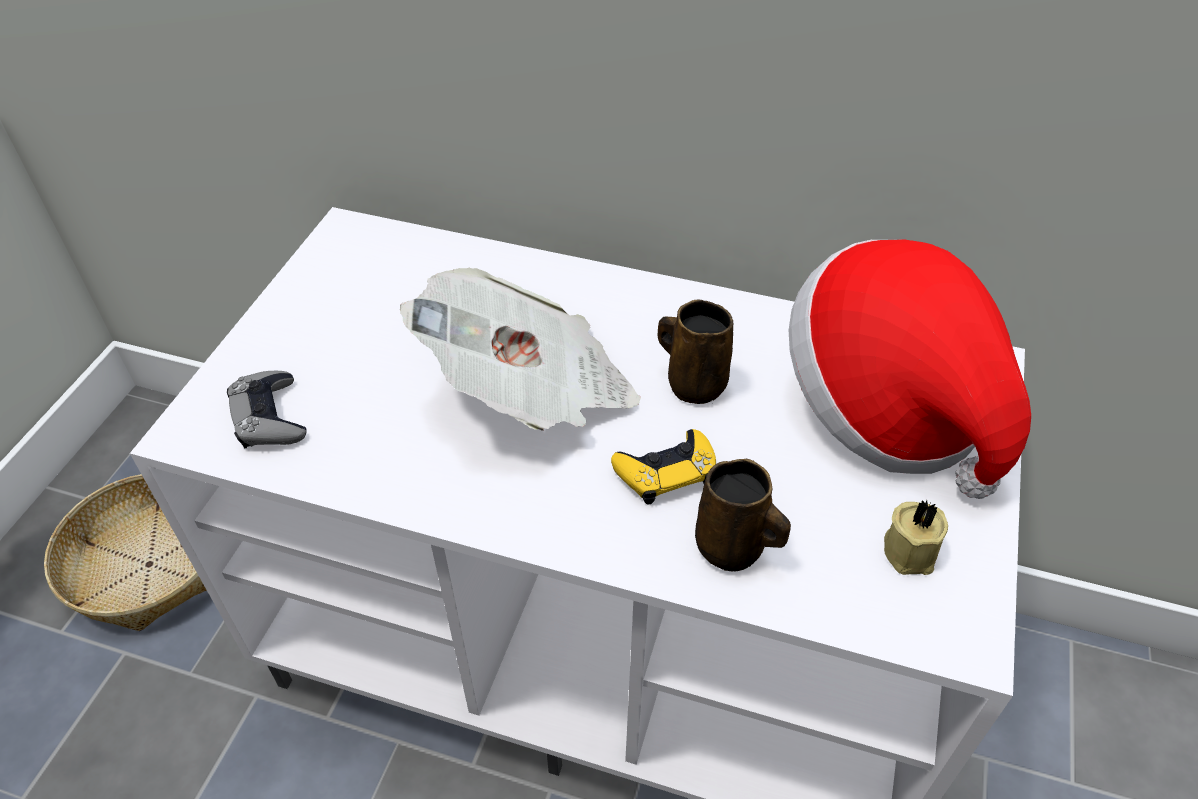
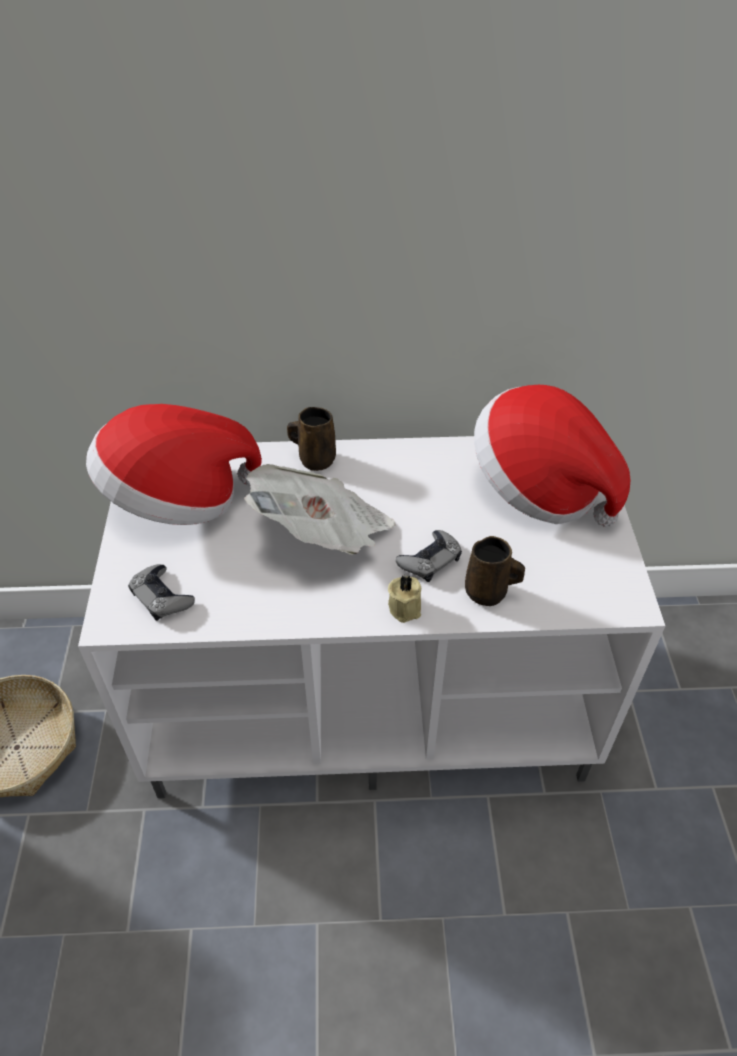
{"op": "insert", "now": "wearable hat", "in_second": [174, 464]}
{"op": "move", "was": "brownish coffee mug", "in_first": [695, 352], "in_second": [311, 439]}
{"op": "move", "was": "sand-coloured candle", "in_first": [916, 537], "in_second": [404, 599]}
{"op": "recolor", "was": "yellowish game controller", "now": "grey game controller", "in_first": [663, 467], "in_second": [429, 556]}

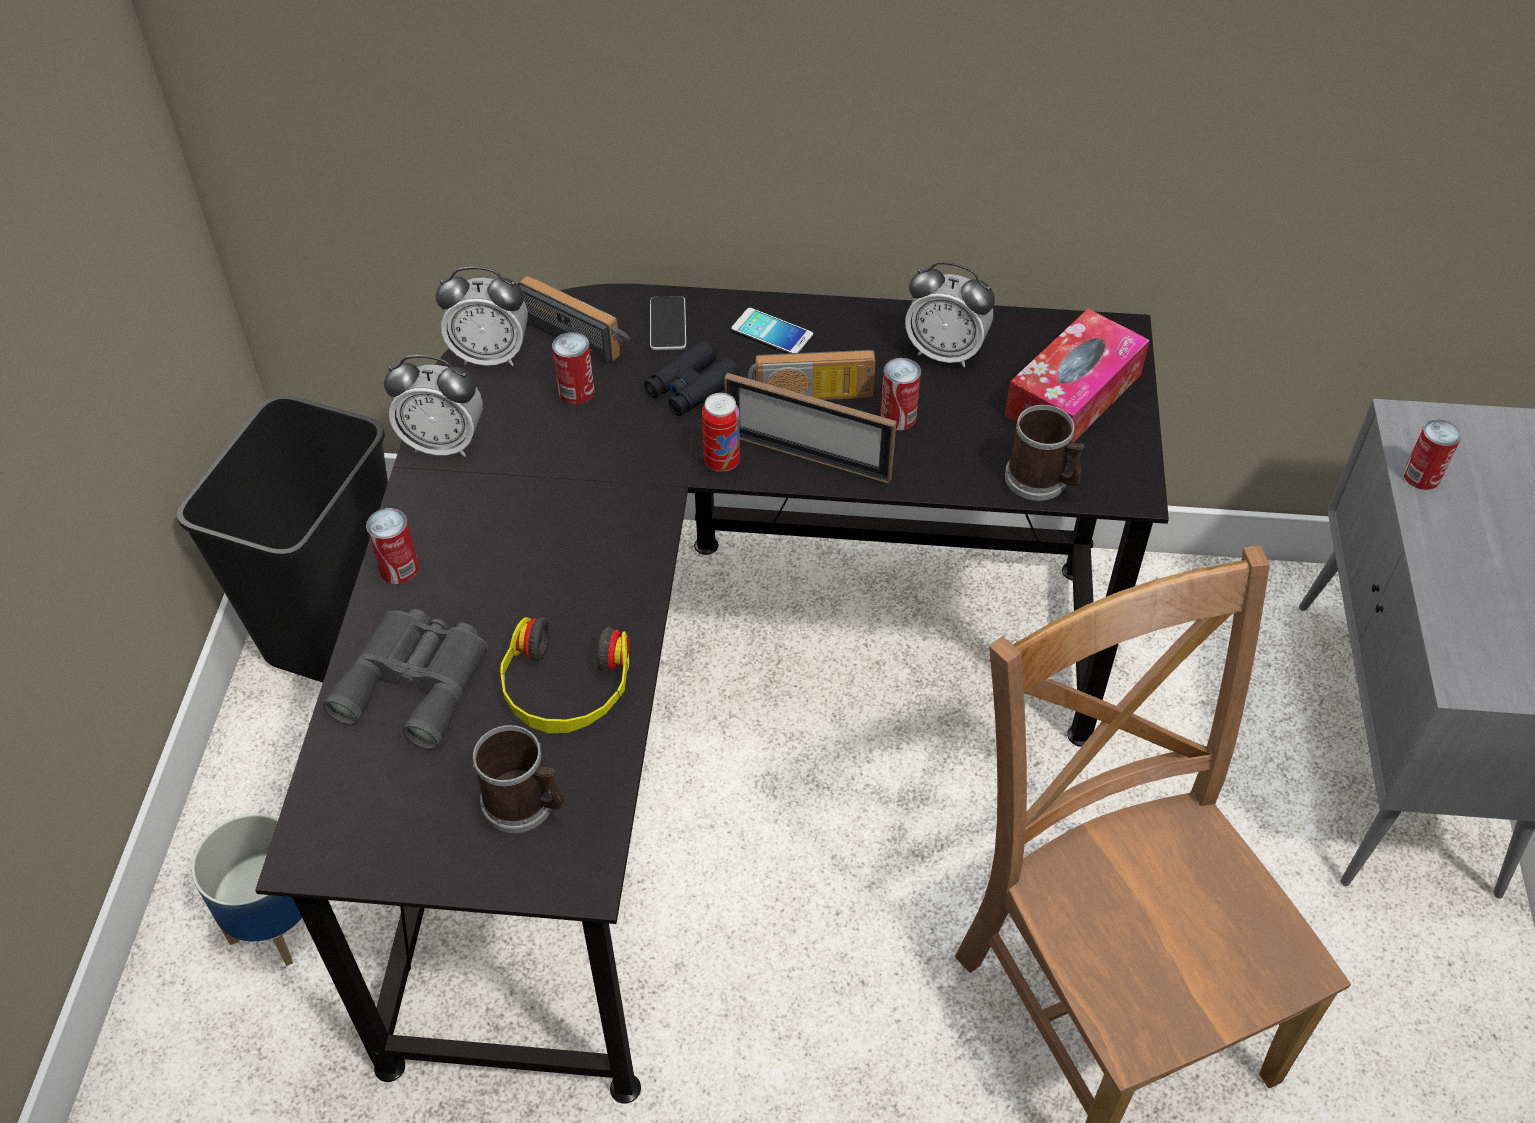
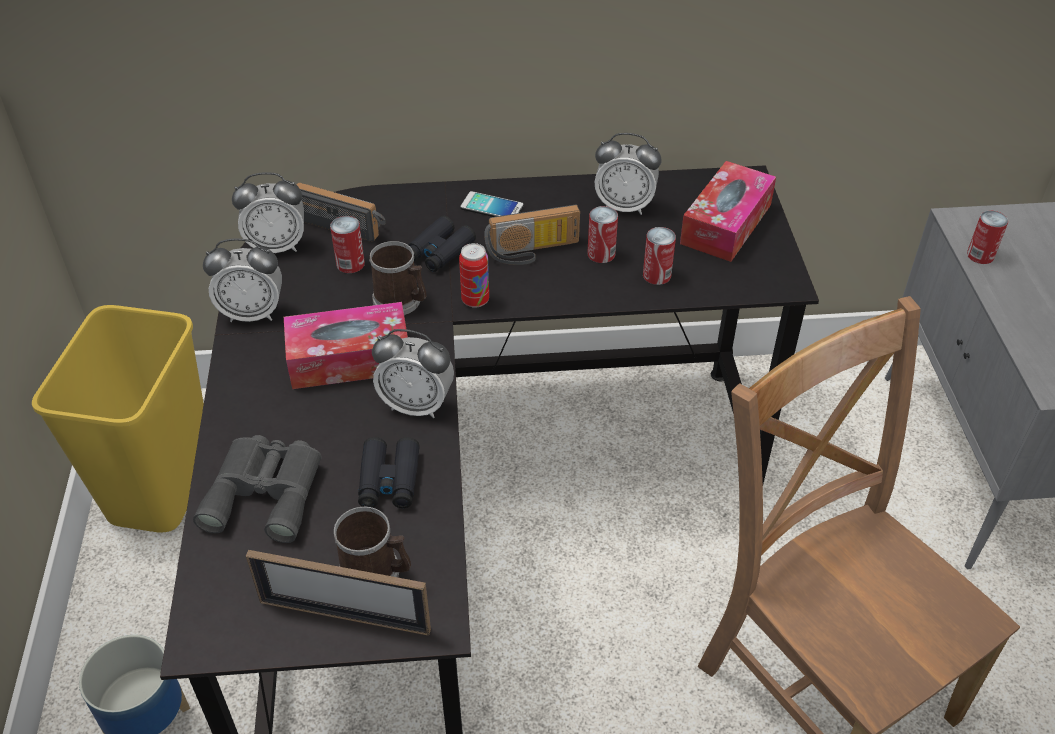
{"op": "delete", "was": "handset", "in_first": [668, 323]}
{"op": "insert", "now": "tissue holder", "in_second": [346, 345]}
{"op": "insert", "now": "table clock", "in_second": [413, 373]}
{"op": "move", "was": "sealed can", "in_first": [392, 546], "in_second": [659, 256]}
{"op": "move", "was": "standing frame", "in_first": [810, 428], "in_second": [338, 593]}
{"op": "move", "was": "coffee mug", "in_first": [1045, 453], "in_second": [398, 278]}
{"op": "replace", "was": "headset", "now": "black binoculars", "in_first": [565, 675], "in_second": [389, 472]}
{"op": "recolor", "was": "black rubbish bin", "now": "yellowish rubbish bin", "in_first": [282, 538], "in_second": [118, 419]}

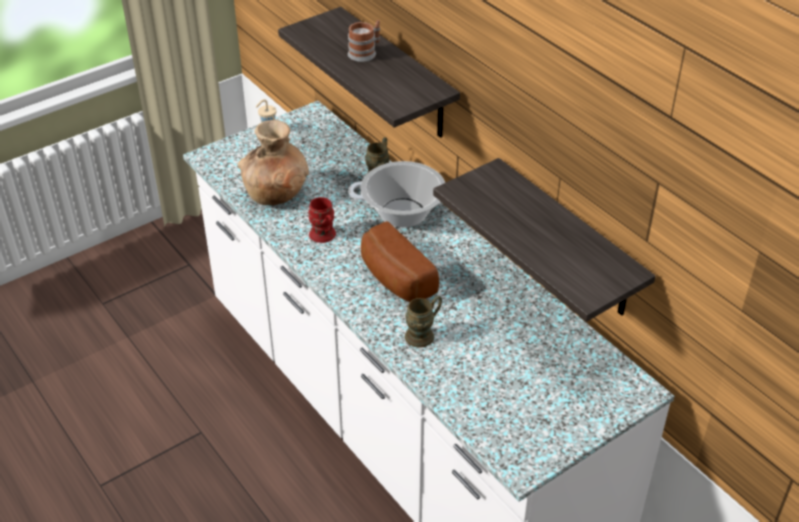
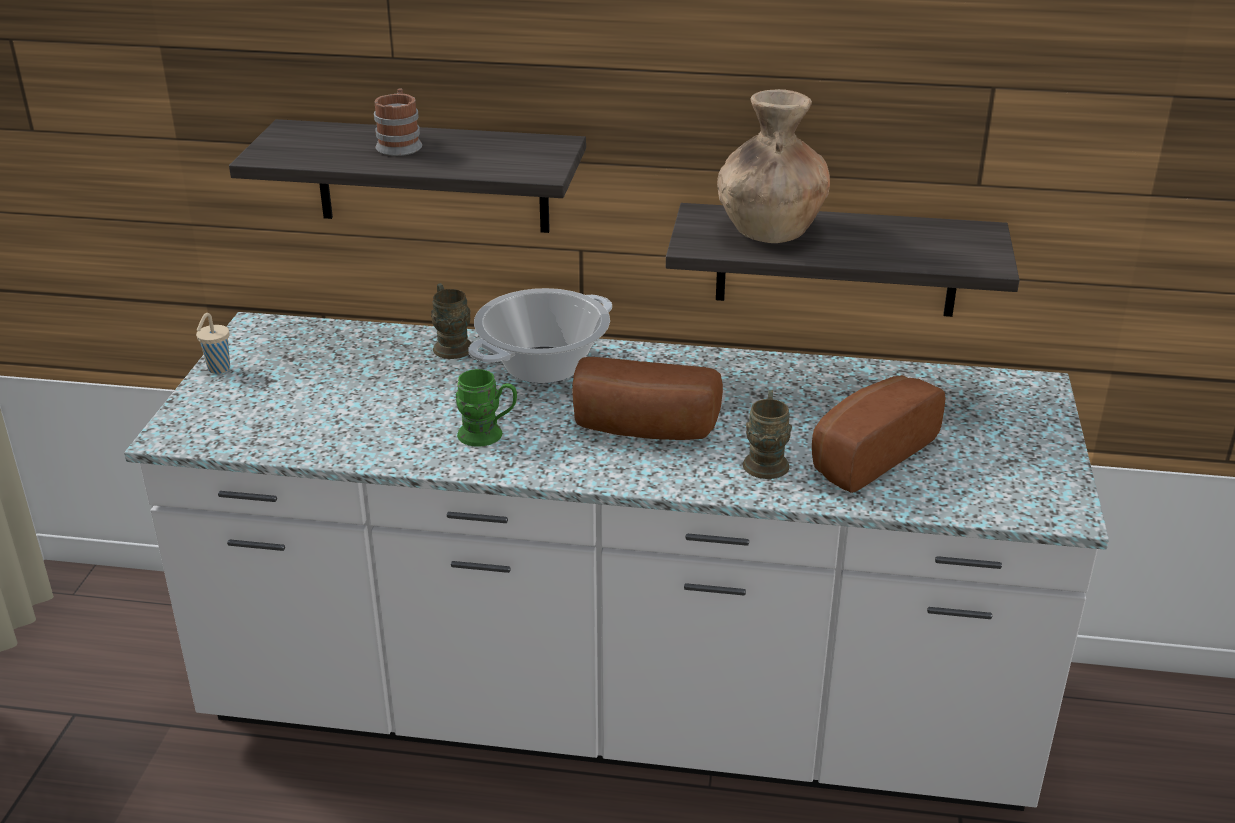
{"op": "insert", "now": "bread", "in_second": [879, 434]}
{"op": "move", "was": "brownish vase", "in_first": [273, 162], "in_second": [773, 166]}
{"op": "recolor", "was": "reddish coffee mug", "now": "greenish coffee mug", "in_first": [322, 220], "in_second": [486, 408]}

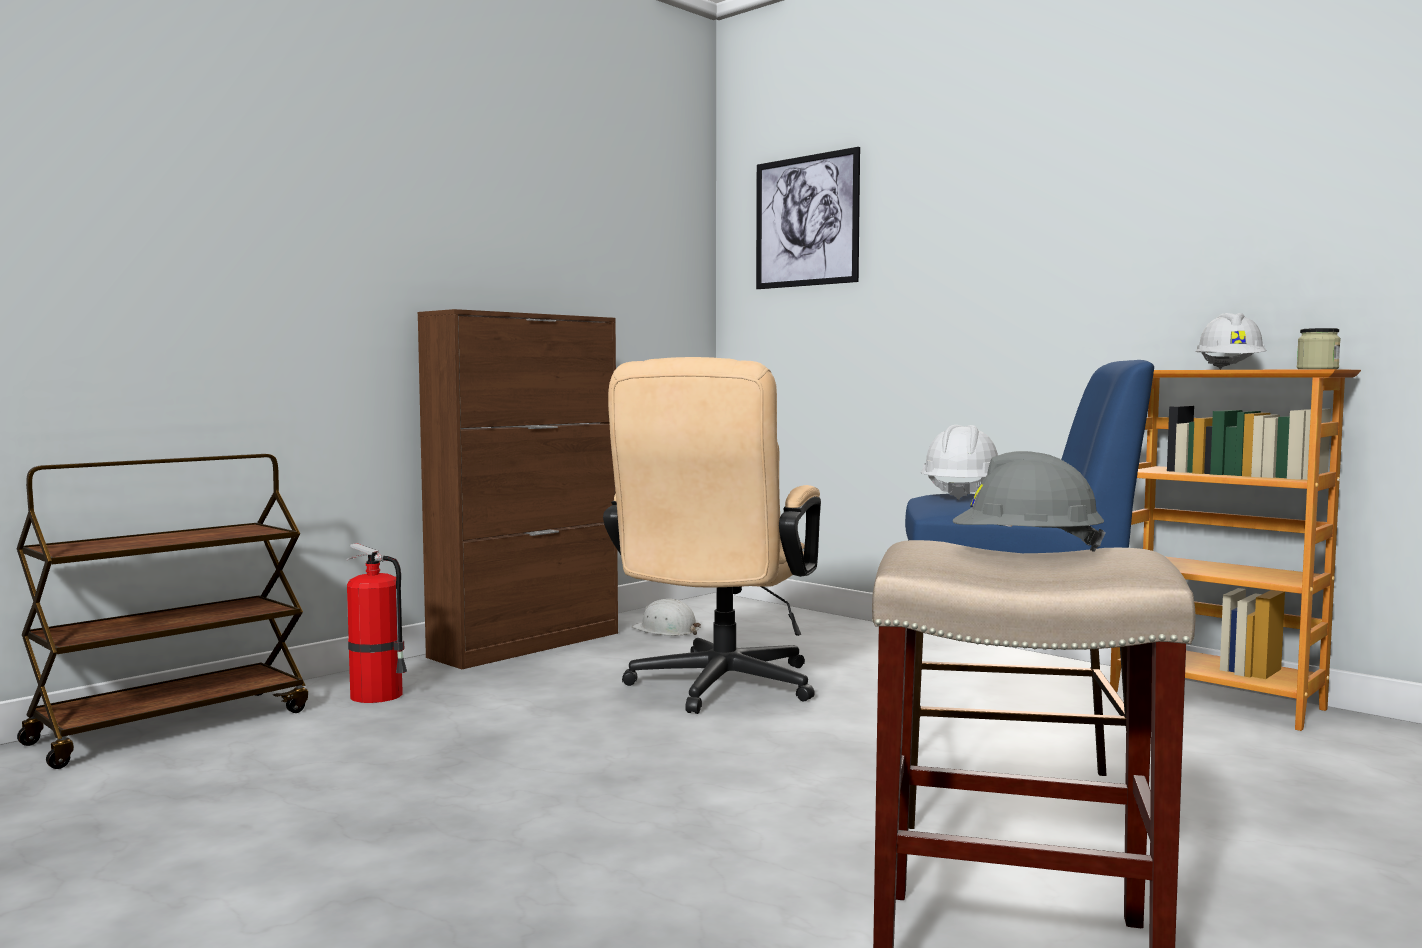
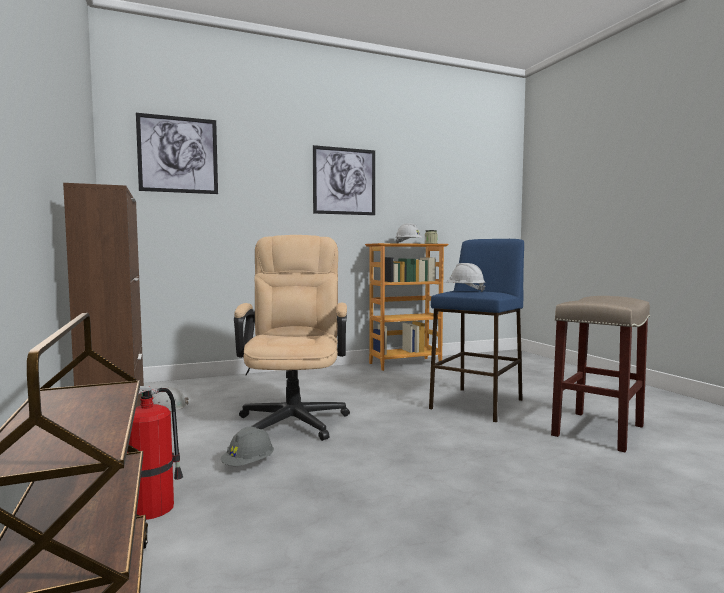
{"op": "insert", "now": "wall art", "in_second": [344, 180]}
{"op": "move", "was": "grey hard hat", "in_first": [1029, 501], "in_second": [247, 446]}
{"op": "rotate", "was": "sand-coloured computer chair", "in_first": [712, 535], "in_second": [292, 338], "clockwise": -135}

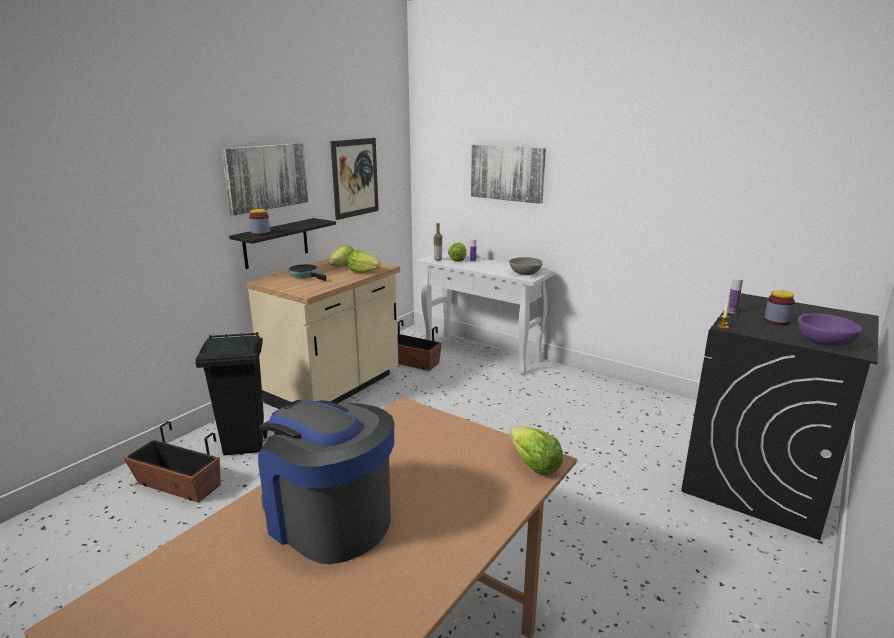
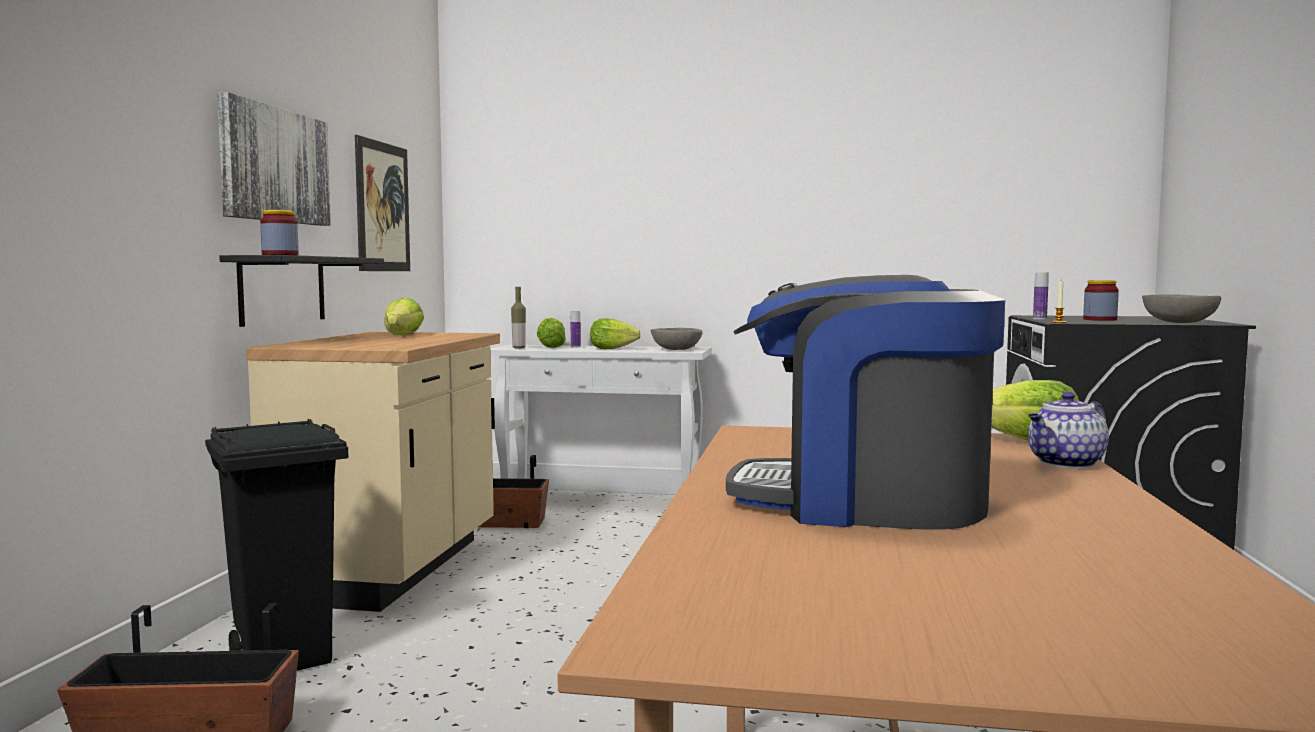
{"op": "delete", "was": "skillet", "in_first": [307, 272]}
{"op": "delete", "was": "wall art", "in_first": [508, 174]}
{"op": "insert", "now": "pot for tea", "in_second": [1068, 430]}
{"op": "move", "was": "lettuce head", "in_first": [364, 261], "in_second": [615, 333]}
{"op": "recolor", "was": "purple-coloured serving bowl", "now": "grey serving bowl", "in_first": [830, 329], "in_second": [1181, 309]}

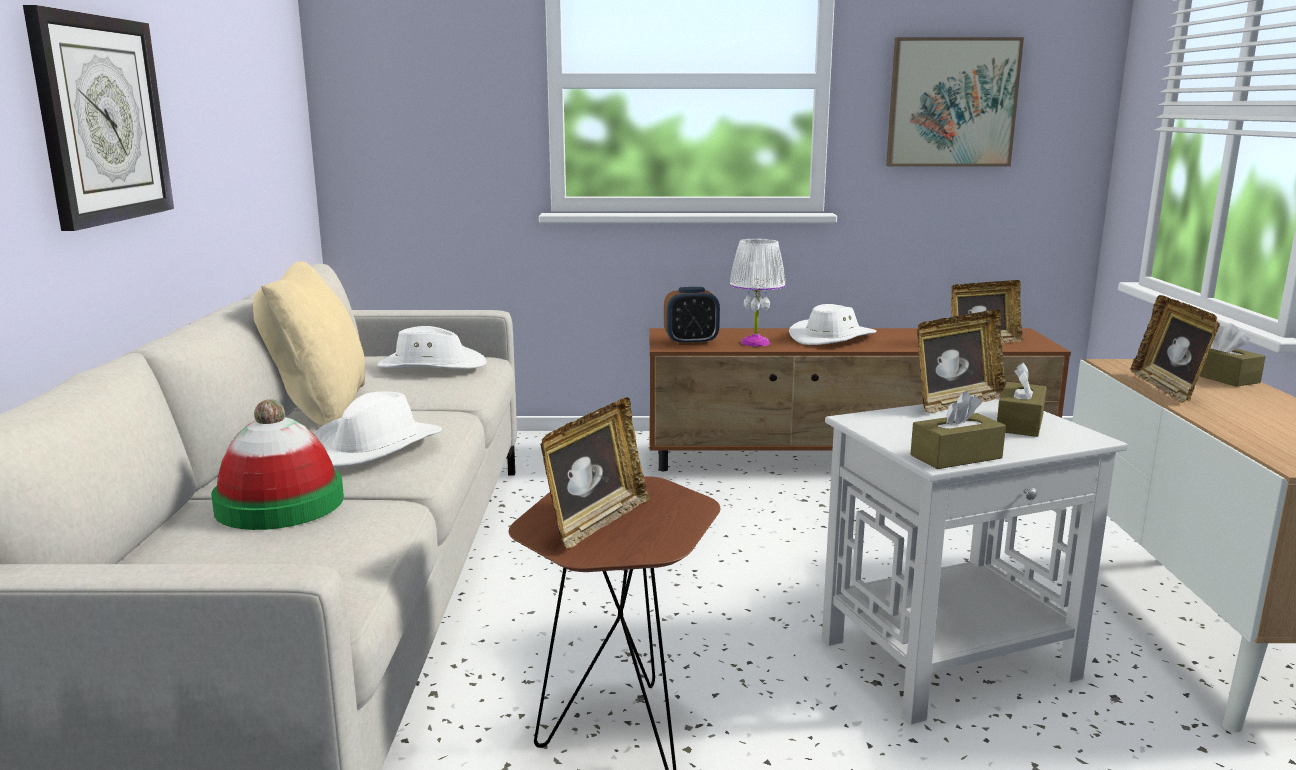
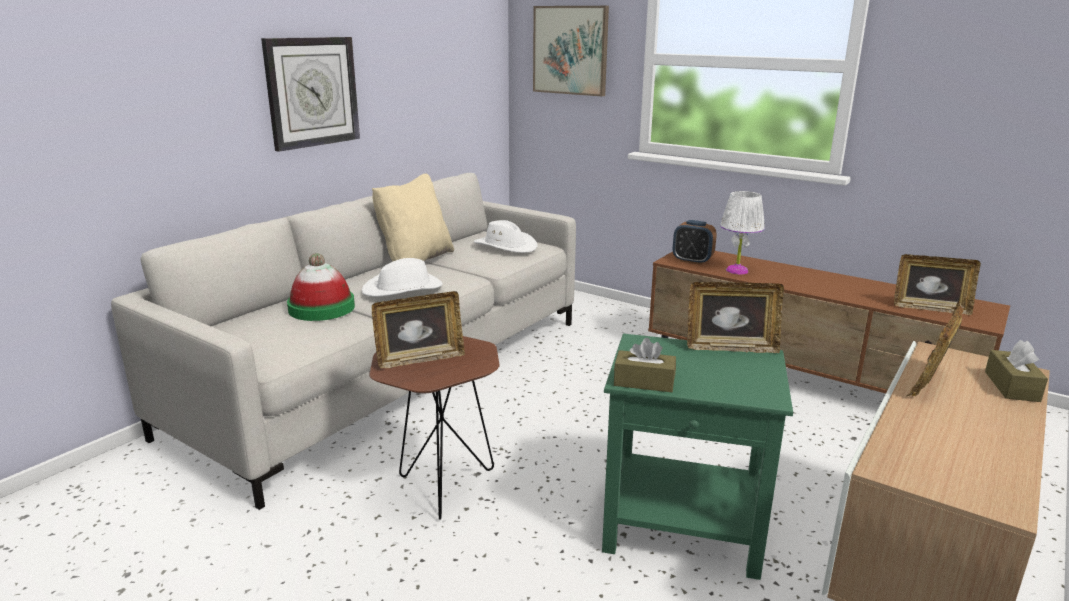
{"op": "delete", "was": "whitish wearable hat", "in_first": [832, 324]}
{"op": "delete", "was": "brownish tissue holder", "in_first": [1022, 400]}
{"op": "move", "was": "wall art", "in_first": [955, 101], "in_second": [571, 51]}
{"op": "recolor", "was": "whitish end table", "now": "greenish end table", "in_first": [975, 561], "in_second": [697, 457]}

